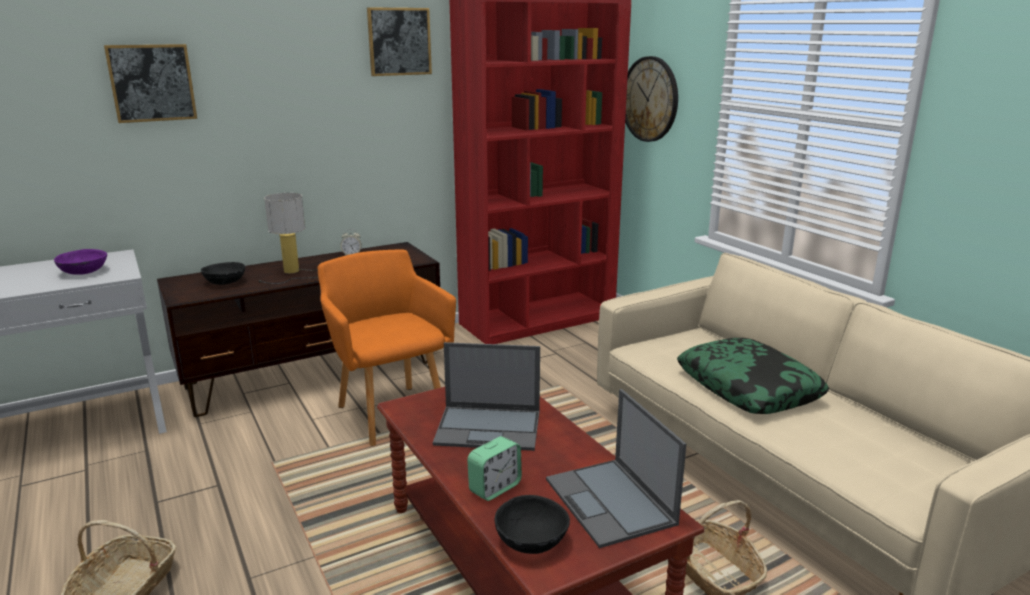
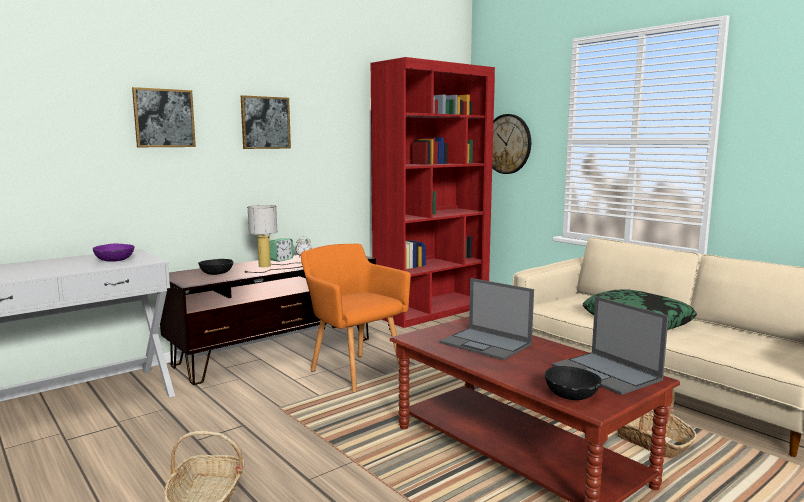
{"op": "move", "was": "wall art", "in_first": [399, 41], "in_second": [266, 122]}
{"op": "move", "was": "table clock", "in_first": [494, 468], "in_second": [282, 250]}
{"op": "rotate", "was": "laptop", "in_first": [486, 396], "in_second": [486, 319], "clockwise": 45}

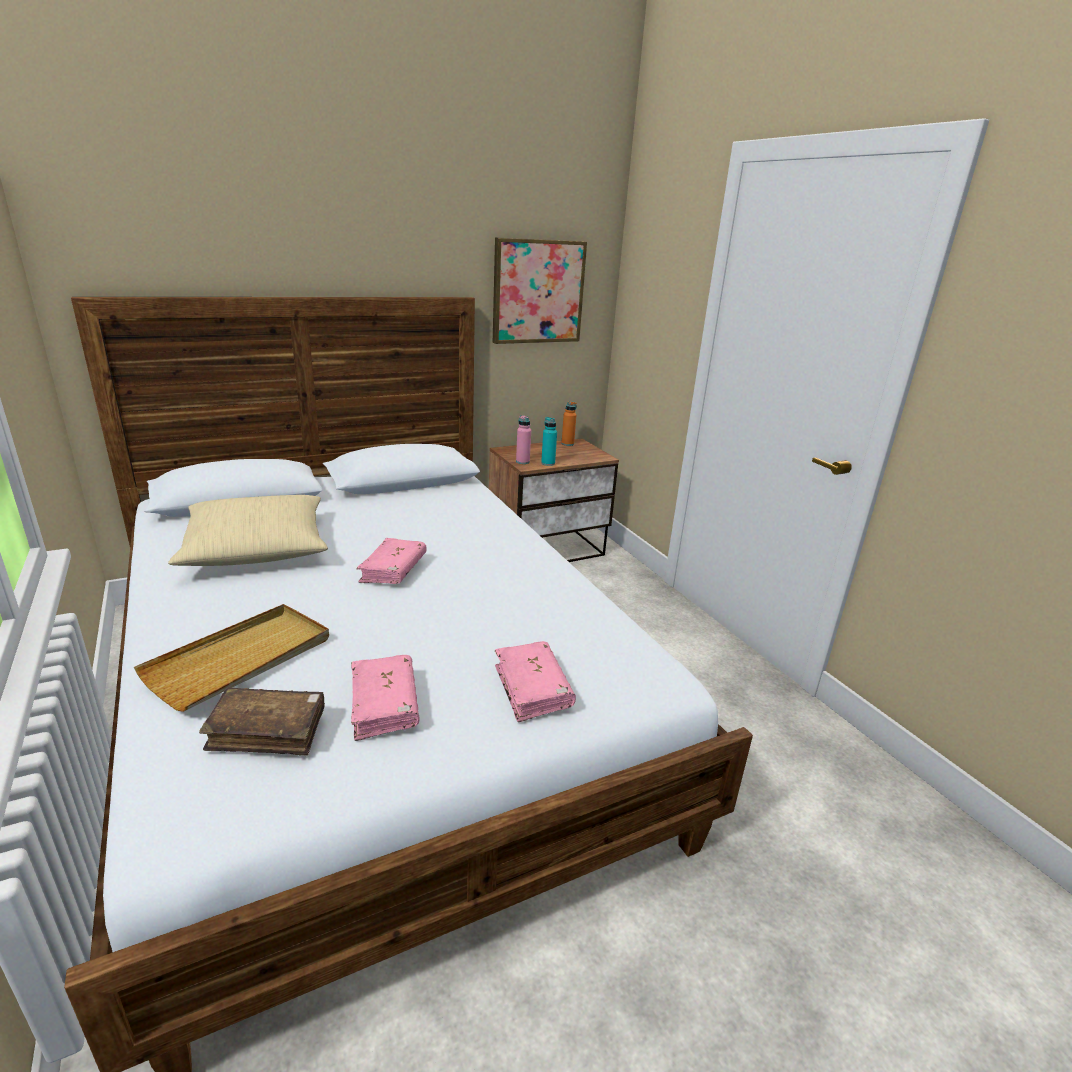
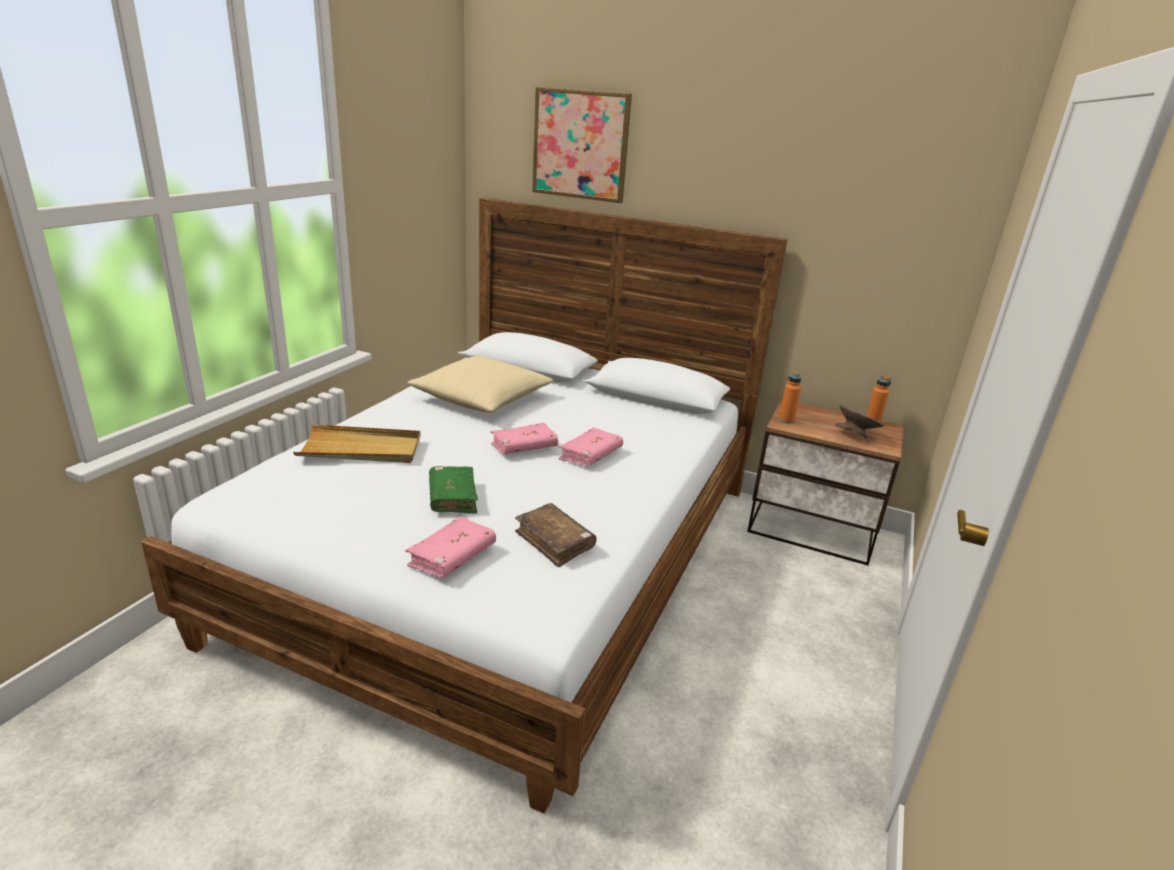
{"op": "delete", "was": "turquoise bottle", "in_first": [549, 441]}
{"op": "insert", "now": "greenish book", "in_second": [453, 490]}
{"op": "insert", "now": "grey serving bowl", "in_second": [860, 421]}
{"op": "move", "was": "brownish book", "in_first": [262, 721], "in_second": [555, 535]}
{"op": "move", "was": "pinkish book", "in_first": [385, 698], "in_second": [590, 447]}
{"op": "move", "was": "wall art", "in_first": [540, 290], "in_second": [582, 145]}
{"op": "recolor", "was": "pinkish bottle", "now": "orange-coloured bottle", "in_first": [523, 439], "in_second": [790, 397]}

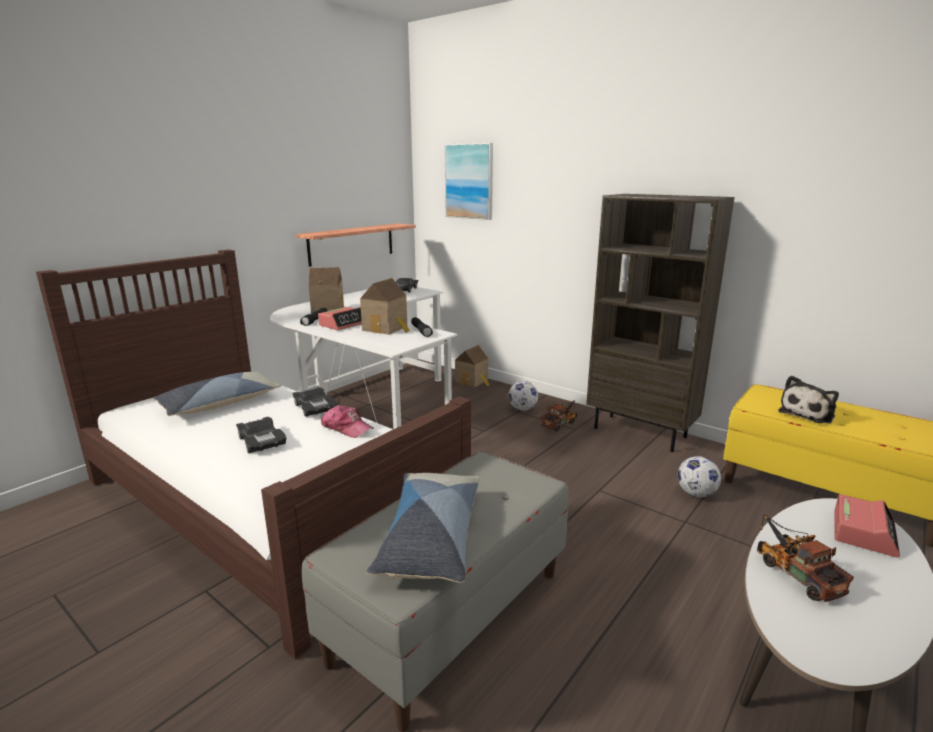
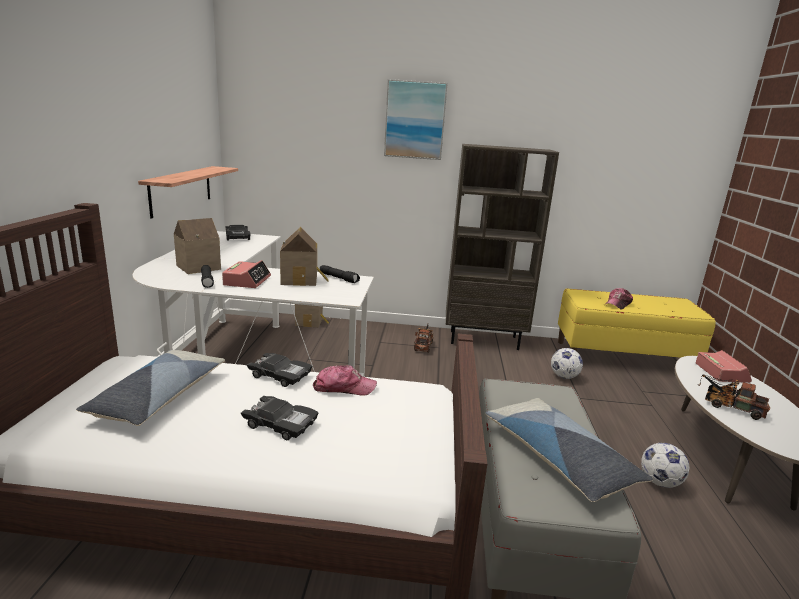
{"op": "move", "was": "wall art", "in_first": [469, 181], "in_second": [416, 119]}
{"op": "move", "was": "football ball", "in_first": [523, 396], "in_second": [665, 465]}
{"op": "replace", "was": "plush toy", "now": "baseball cap", "in_first": [808, 400], "in_second": [619, 299]}

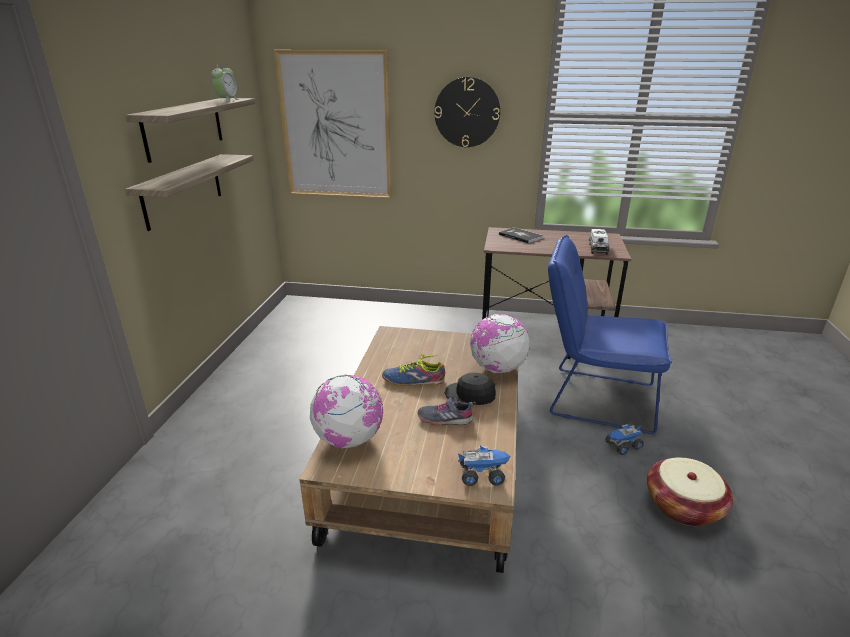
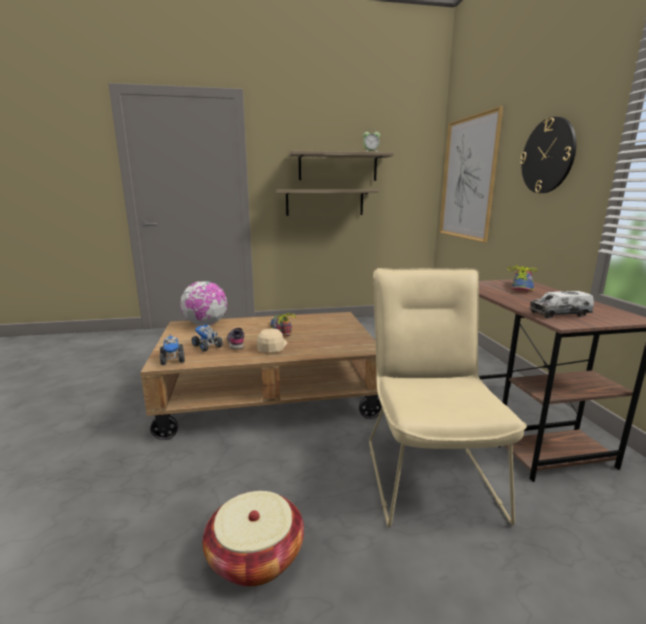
{"op": "delete", "was": "globe", "in_first": [500, 343]}
{"op": "move", "was": "model truck", "in_first": [624, 439], "in_second": [207, 337]}
{"op": "replace", "was": "book", "now": "shoe", "in_first": [521, 235], "in_second": [522, 277]}
{"op": "recolor", "was": "black baseball cap", "now": "sand-coloured baseball cap", "in_first": [470, 389], "in_second": [272, 341]}
{"op": "recolor", "was": "blue-coloured chair", "now": "sand-coloured chair", "in_first": [610, 334], "in_second": [448, 398]}

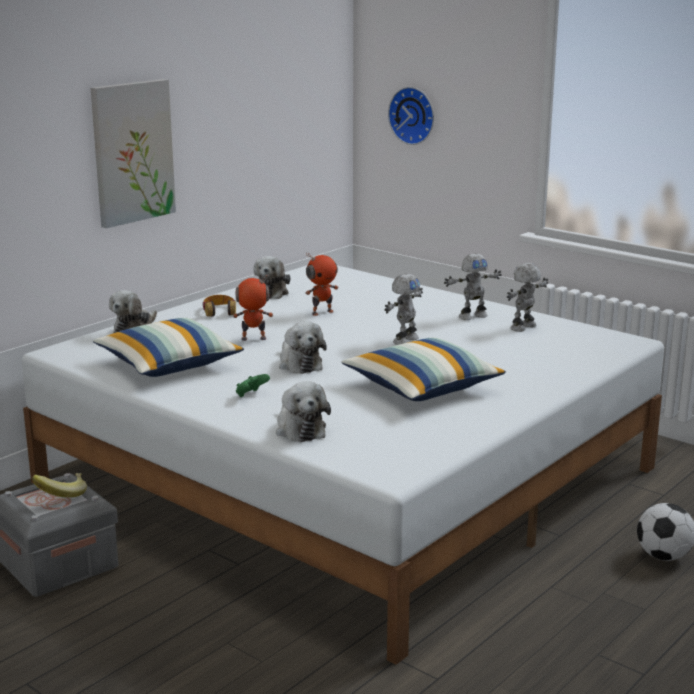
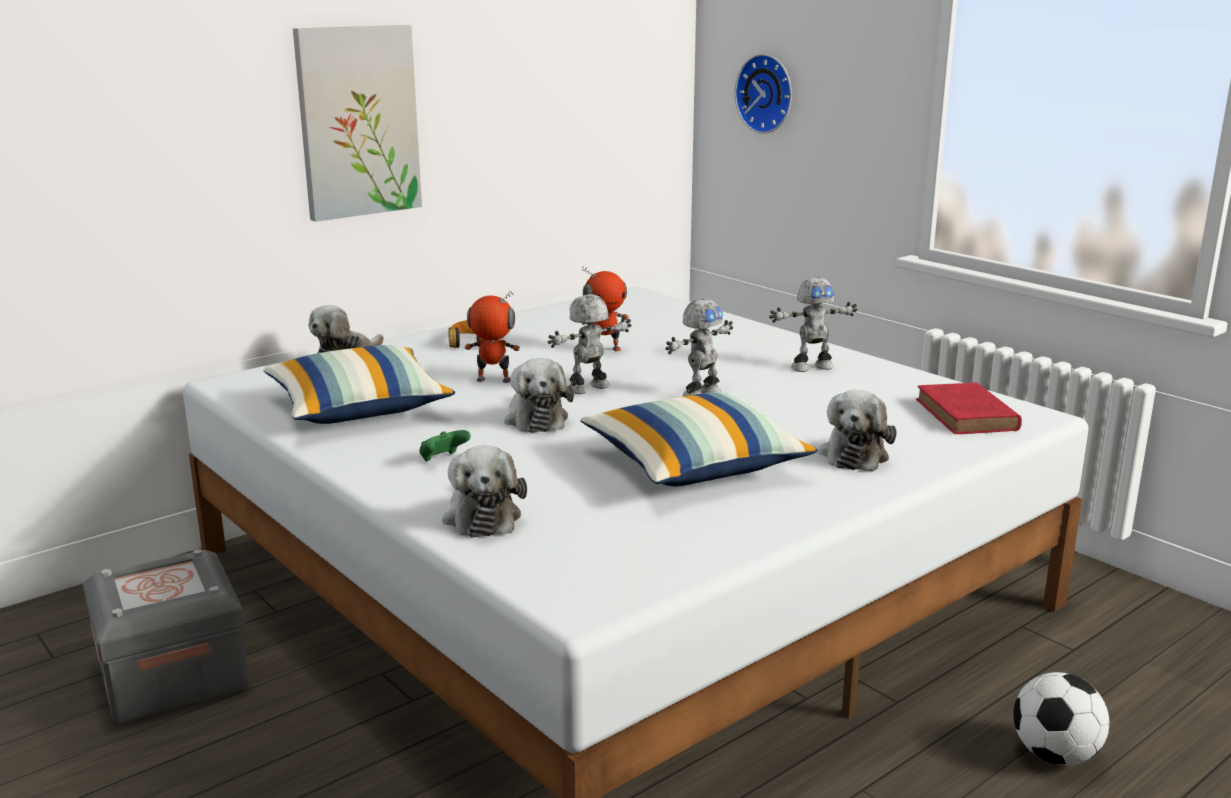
{"op": "delete", "was": "banana", "in_first": [59, 485]}
{"op": "insert", "now": "reddish book", "in_second": [969, 408]}
{"op": "move", "was": "plush toy", "in_first": [272, 277], "in_second": [858, 430]}
{"op": "move", "was": "robot figure", "in_first": [527, 297], "in_second": [590, 344]}

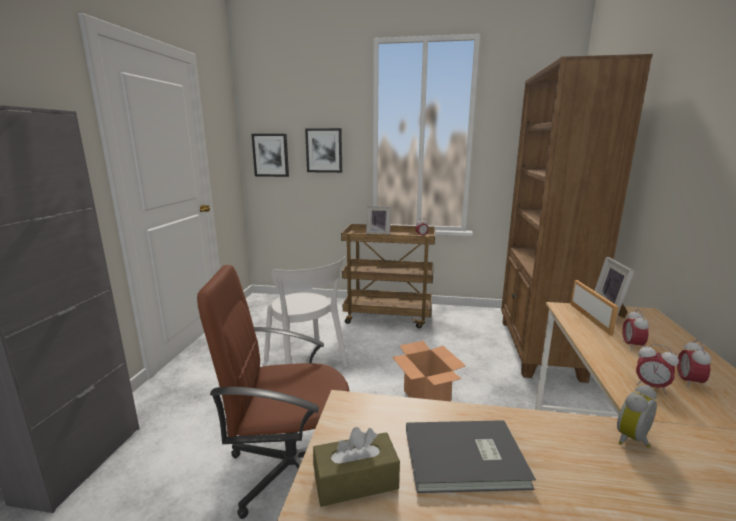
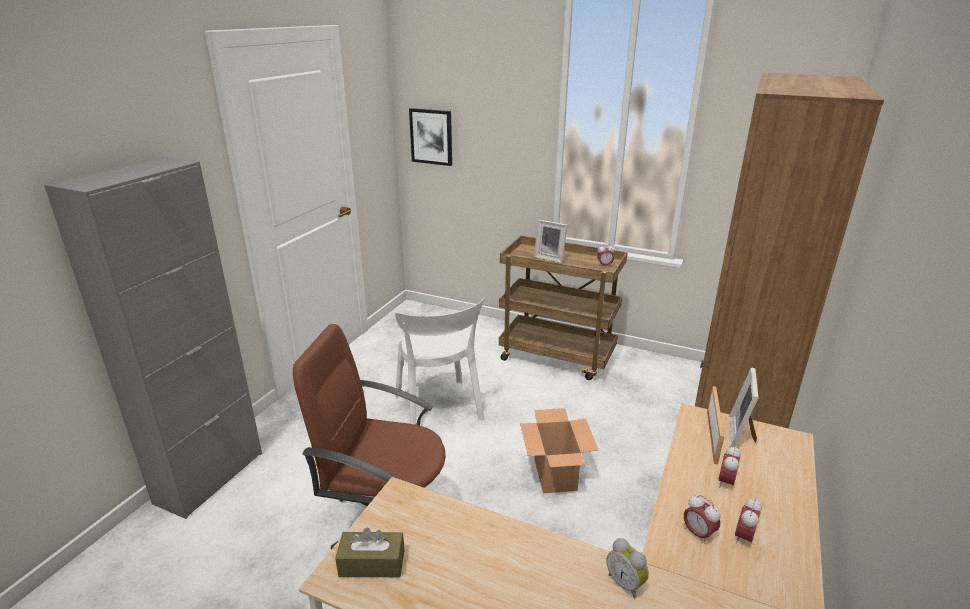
{"op": "delete", "was": "wall art", "in_first": [323, 150]}
{"op": "delete", "was": "grey book", "in_first": [471, 456]}
{"op": "rotate", "was": "table clock", "in_first": [637, 416], "in_second": [627, 568], "clockwise": -105}

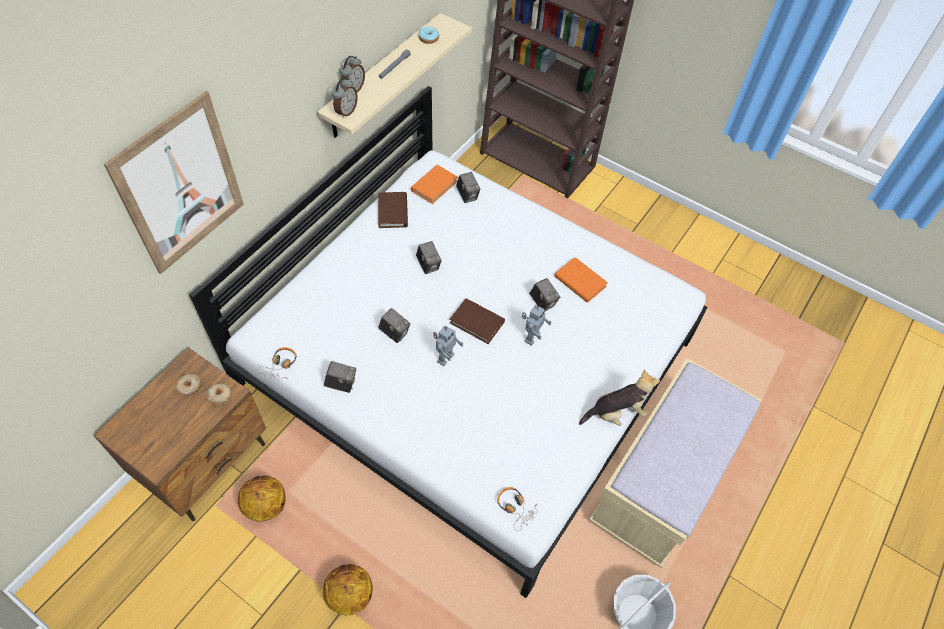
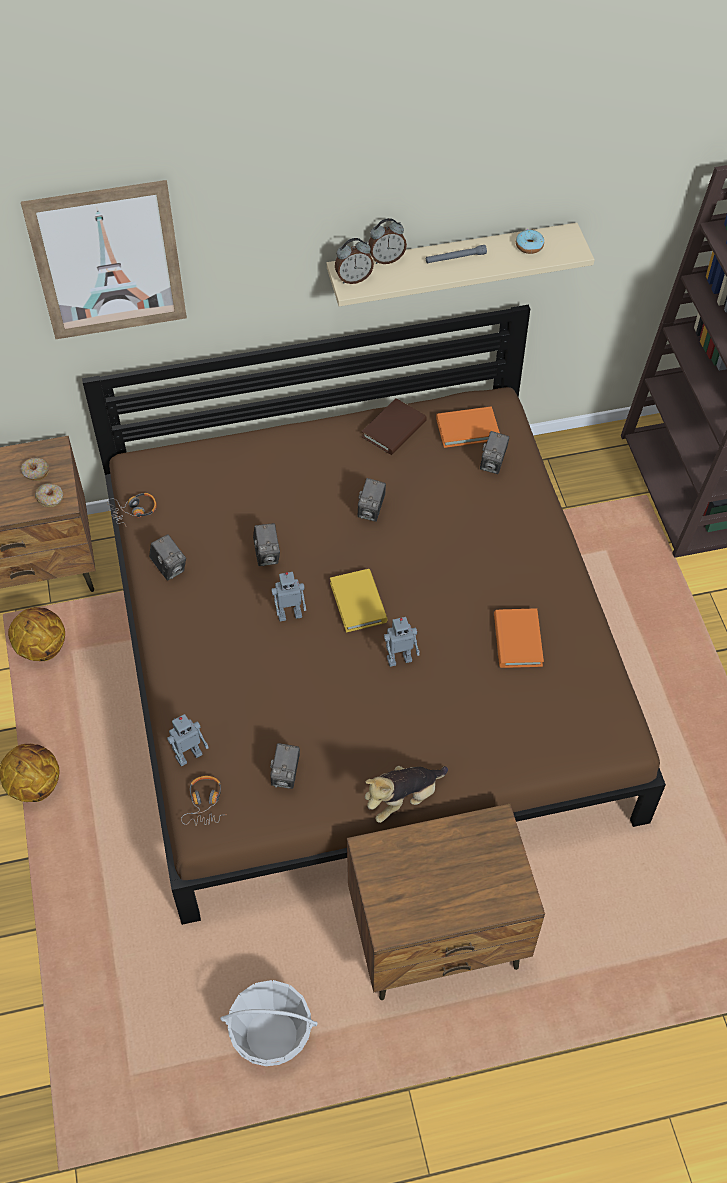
{"op": "insert", "now": "robot figure", "in_second": [188, 740]}
{"op": "move", "was": "still camera", "in_first": [545, 295], "in_second": [285, 766]}
{"op": "replace", "was": "sand-coloured indoor bench", "now": "brownish bedside table", "in_first": [675, 463], "in_second": [446, 902]}
{"op": "recolor", "was": "whitish bed", "now": "brownish bed", "in_first": [448, 342], "in_second": [374, 615]}
{"op": "recolor", "was": "brownish book", "now": "yellowish book", "in_first": [477, 321], "in_second": [359, 600]}
{"op": "rotate", "was": "plush toy", "in_first": [619, 397], "in_second": [406, 794], "clockwise": 120}

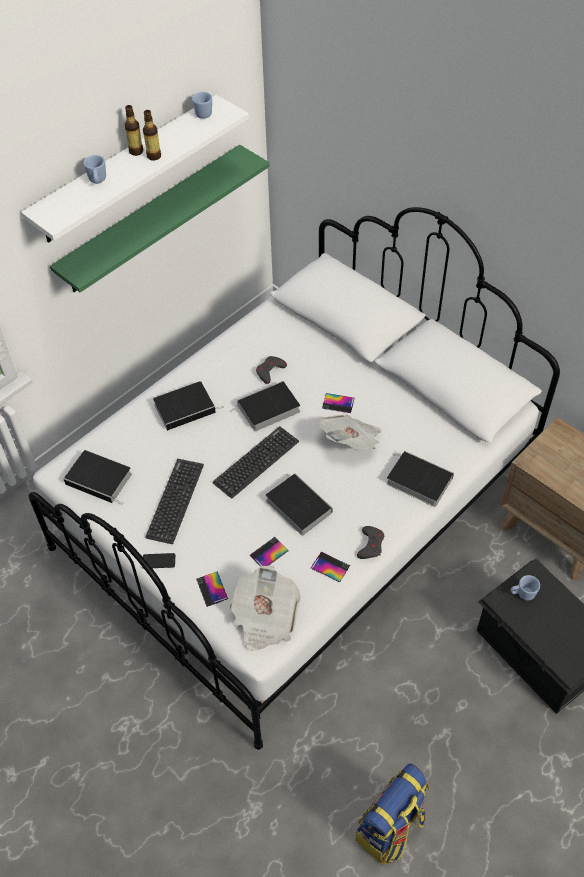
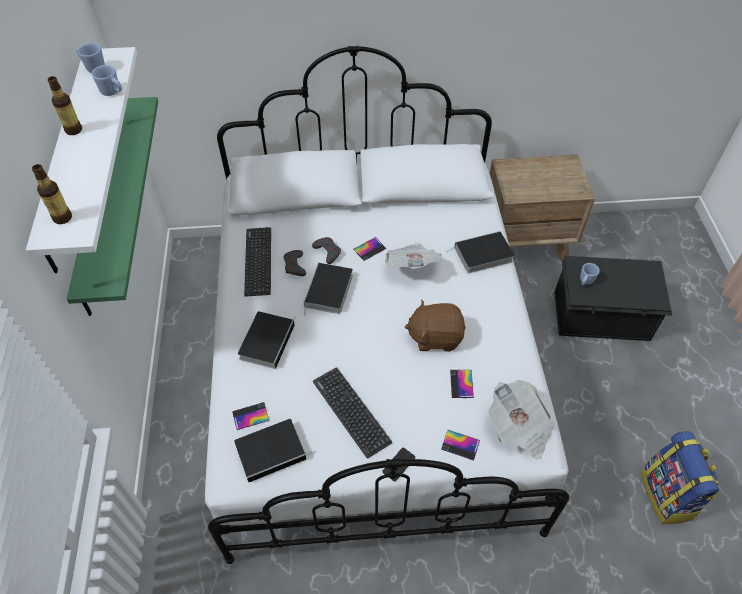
{"op": "move", "was": "blue-coloured coffee mug", "in_first": [94, 169], "in_second": [107, 80]}
{"op": "move", "was": "bottle", "in_first": [152, 135], "in_second": [52, 194]}
{"op": "move", "was": "computer keyboard", "in_first": [256, 462], "in_second": [257, 262]}
{"op": "move", "was": "handset", "in_first": [330, 567], "in_second": [250, 416]}
{"op": "move", "was": "grey game controller", "in_first": [370, 542], "in_second": [326, 250]}
{"op": "replace", "was": "book", "now": "brownish plush toy", "in_first": [299, 504], "in_second": [435, 325]}

